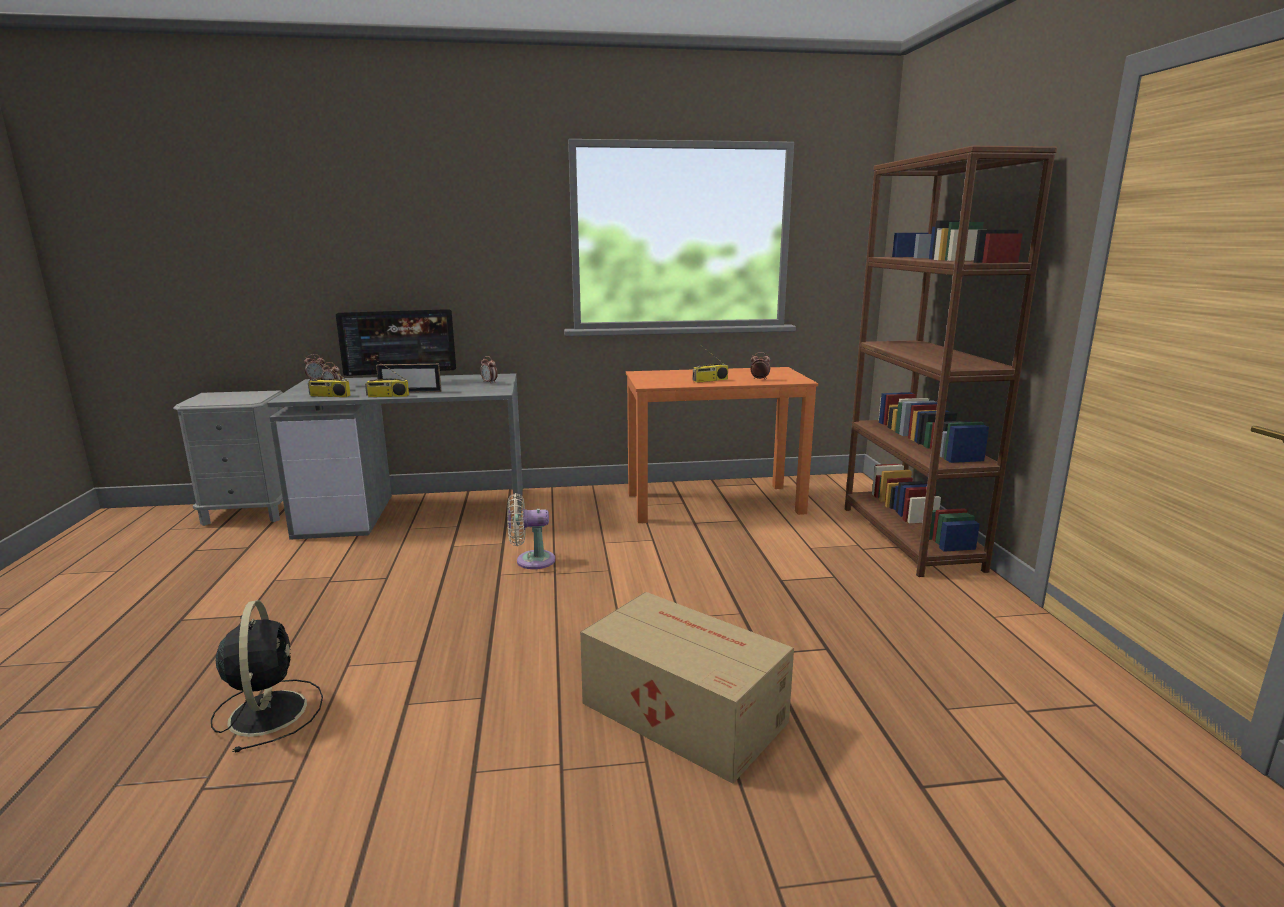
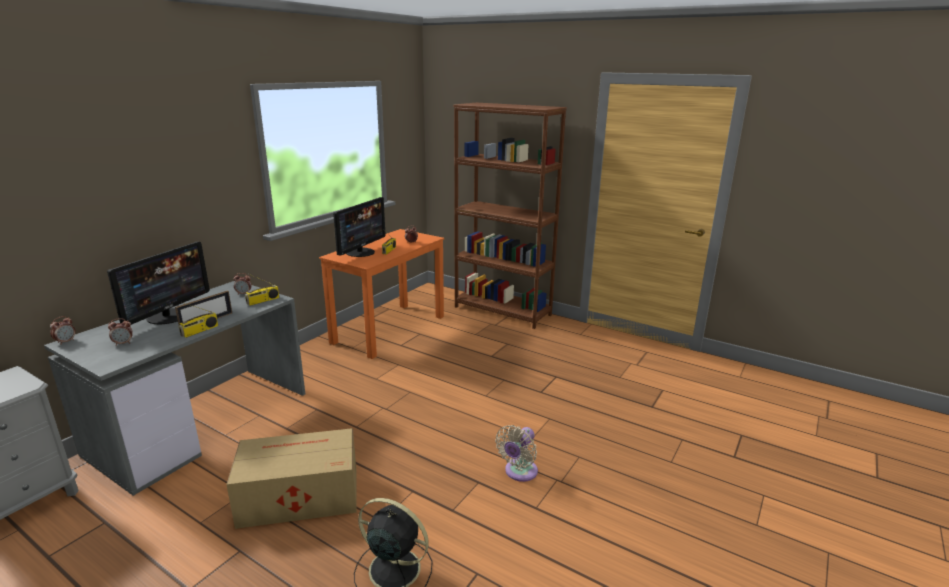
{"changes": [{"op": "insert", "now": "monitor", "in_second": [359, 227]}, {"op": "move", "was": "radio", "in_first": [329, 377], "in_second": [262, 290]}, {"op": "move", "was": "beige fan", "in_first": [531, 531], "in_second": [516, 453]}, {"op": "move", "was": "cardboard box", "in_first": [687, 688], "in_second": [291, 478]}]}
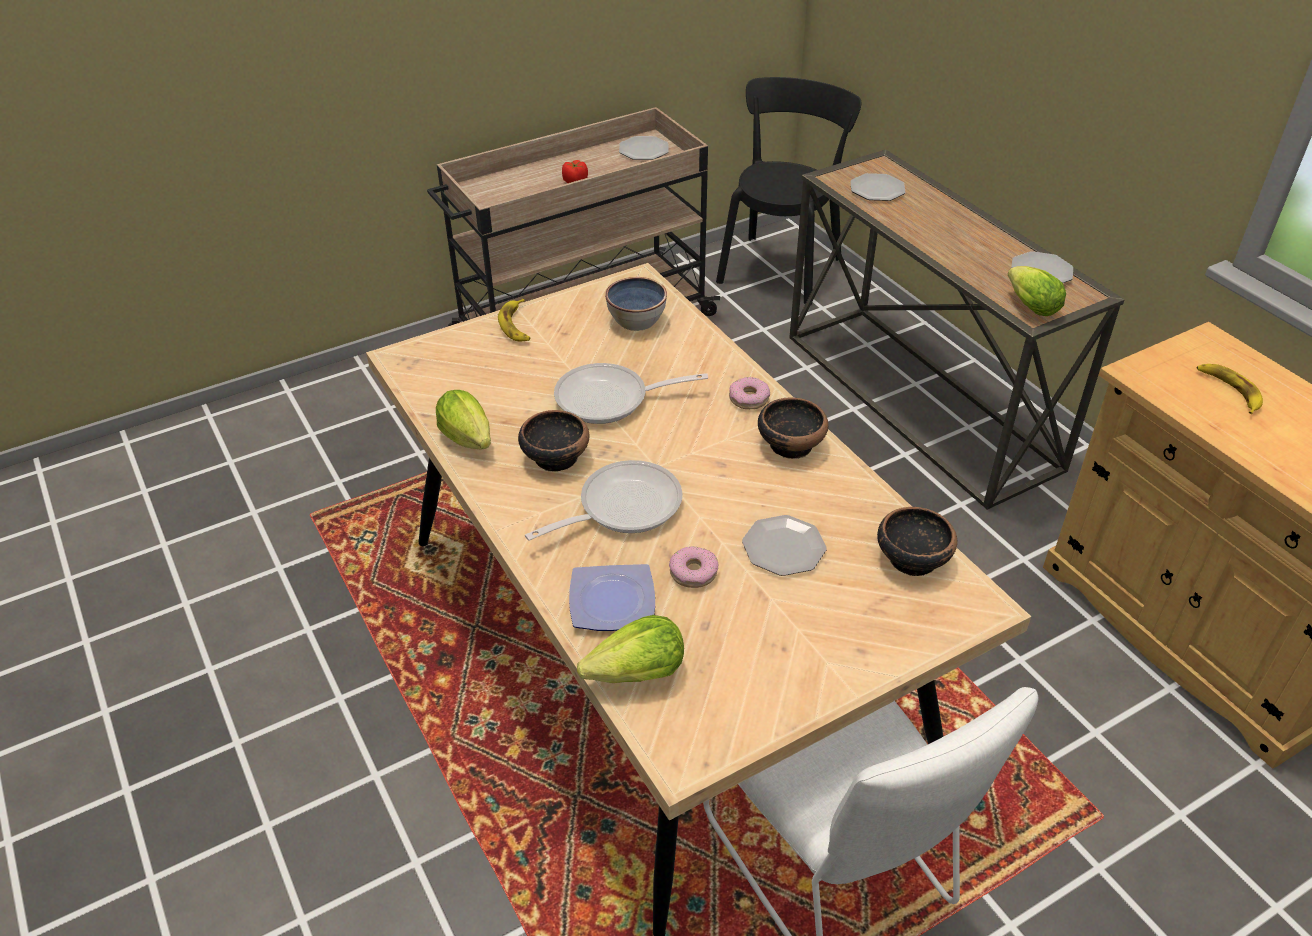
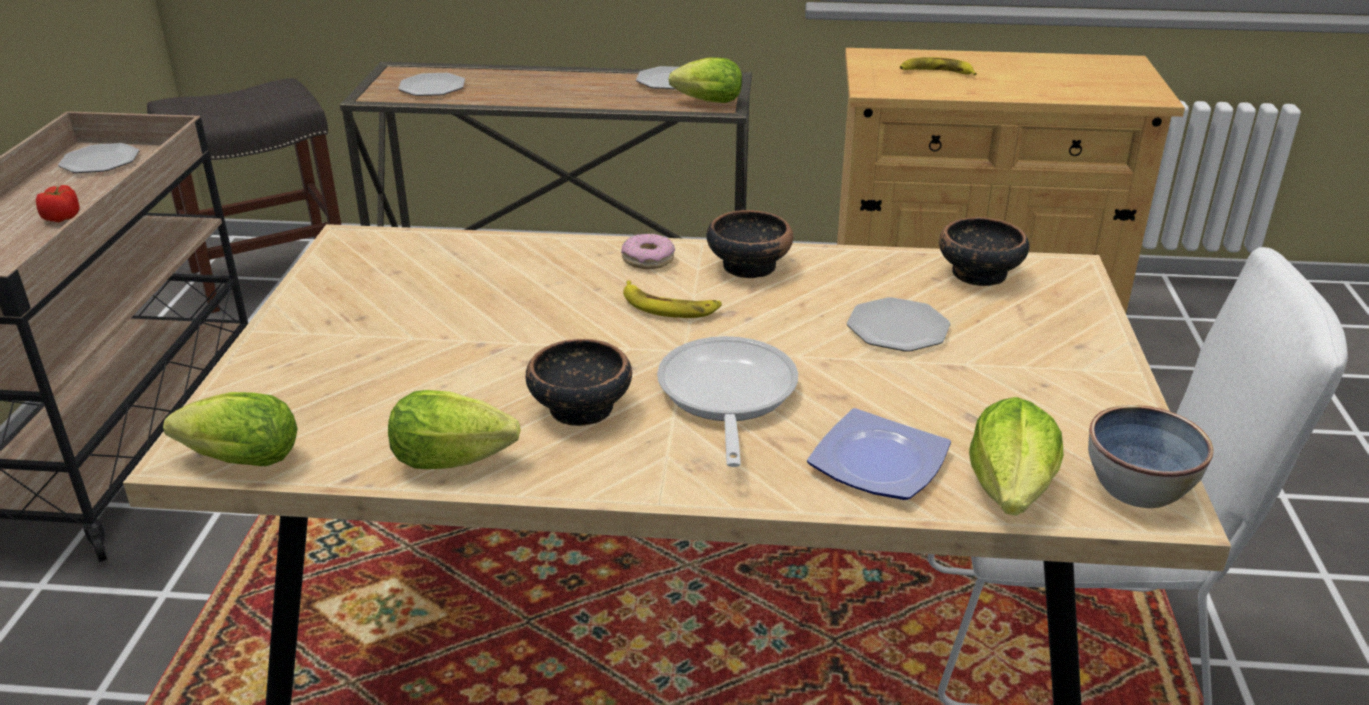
{"changes": [{"op": "delete", "was": "frying pan", "in_first": [631, 393]}, {"op": "delete", "was": "donut", "in_first": [693, 567]}, {"op": "insert", "now": "lettuce", "in_second": [230, 429]}, {"op": "move", "was": "banana", "in_first": [514, 320], "in_second": [672, 299]}, {"op": "move", "was": "bowl", "in_first": [636, 304], "in_second": [1151, 456]}, {"op": "replace", "was": "black chair", "now": "grey stool", "in_first": [789, 191], "in_second": [244, 195]}]}
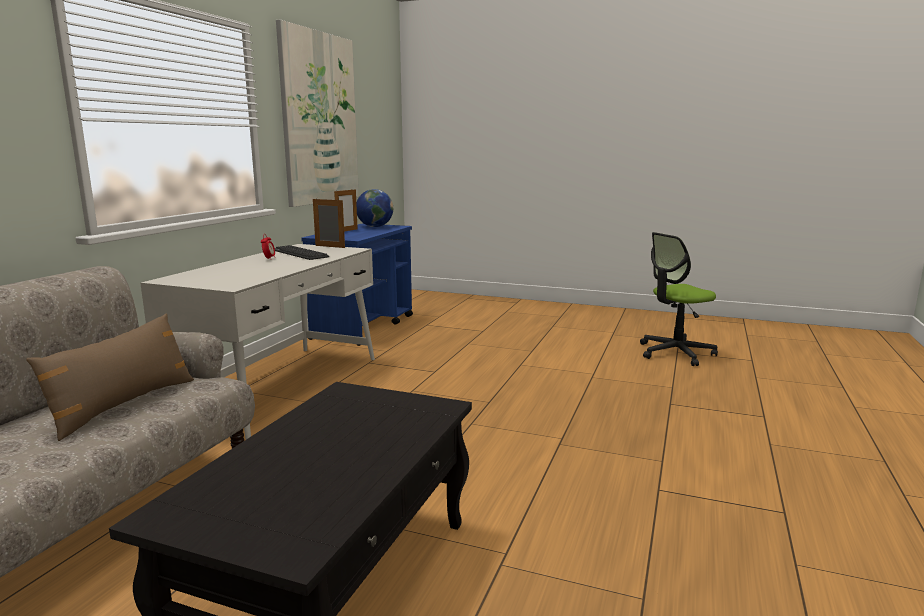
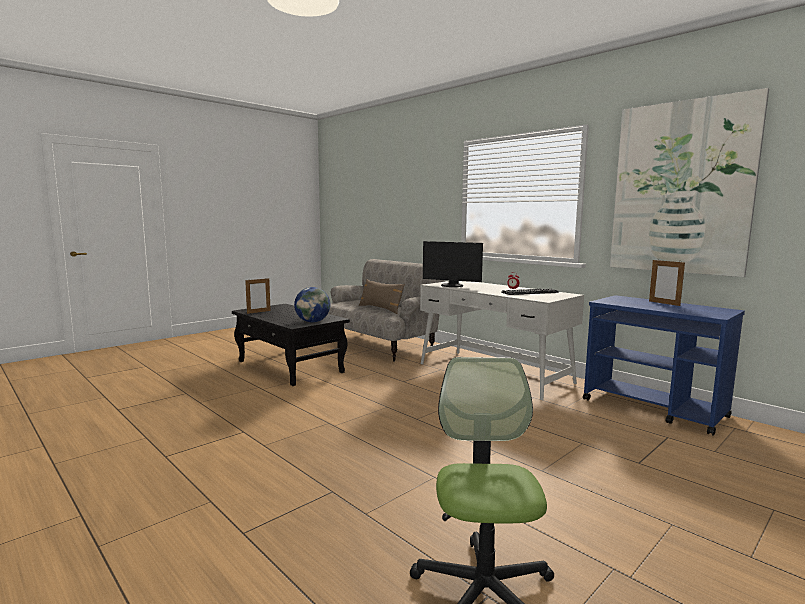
{"changes": [{"op": "insert", "now": "monitor", "in_second": [453, 264]}, {"op": "move", "was": "picture frame", "in_first": [329, 223], "in_second": [258, 296]}, {"op": "move", "was": "globe", "in_first": [374, 208], "in_second": [312, 304]}]}
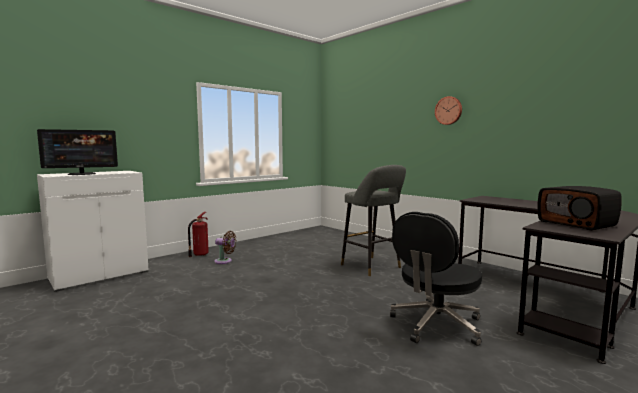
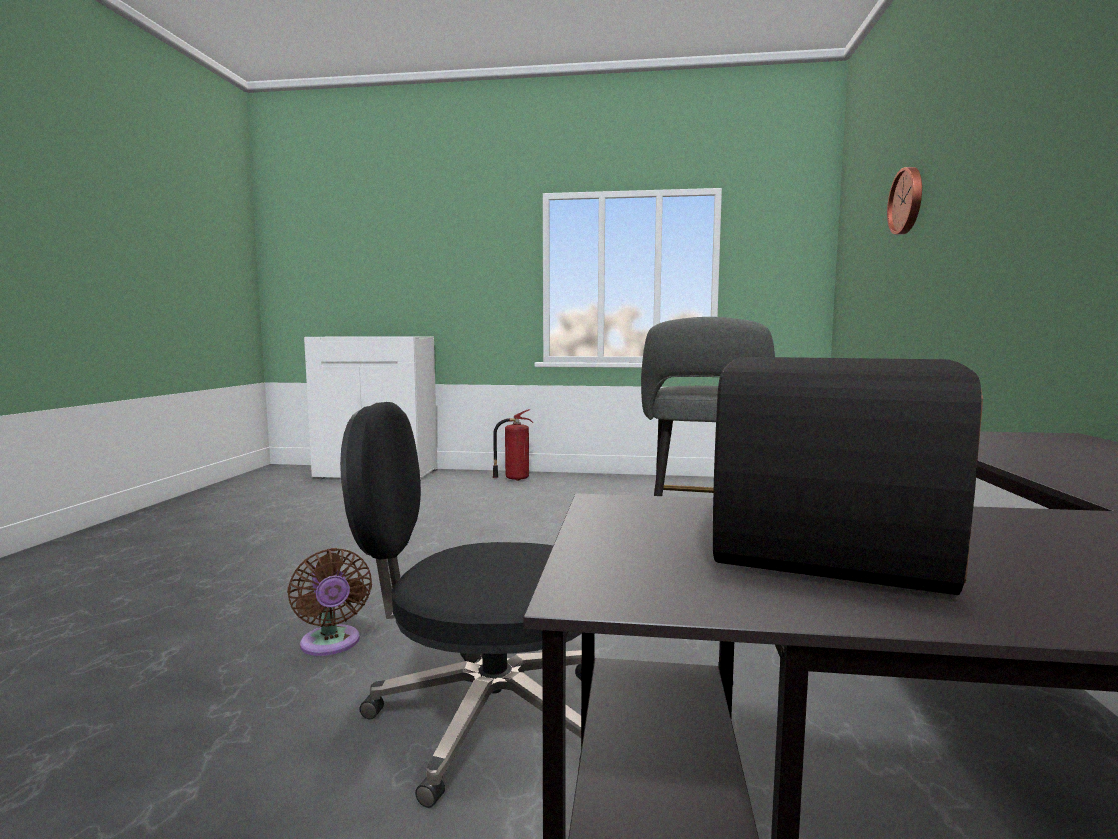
{"changes": [{"op": "delete", "was": "monitor", "in_first": [77, 152]}, {"op": "move", "was": "brown fan", "in_first": [225, 247], "in_second": [329, 602]}, {"op": "move", "was": "wall clock", "in_first": [448, 110], "in_second": [904, 201]}]}
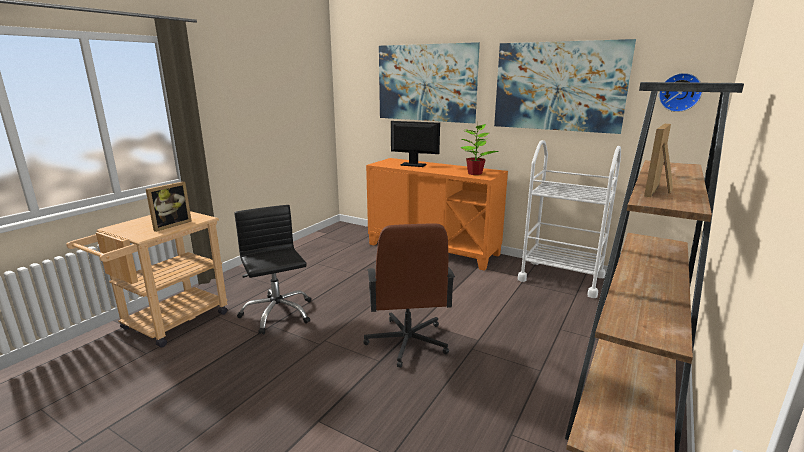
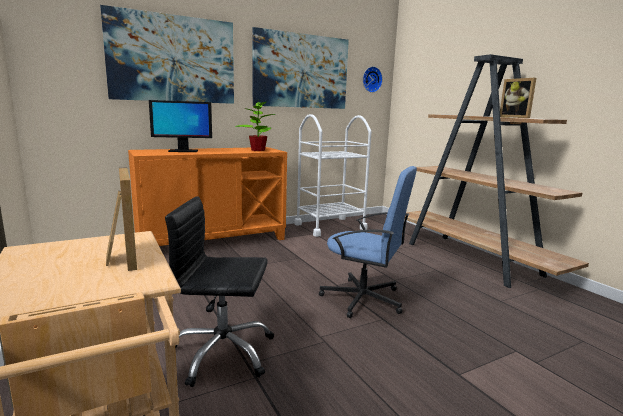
{"changes": [{"op": "recolor", "was": "brown office chair", "now": "blue office chair", "in_first": [409, 295], "in_second": [368, 242]}, {"op": "rotate", "was": "monitor", "in_first": [415, 144], "in_second": [180, 126], "clockwise": -150}]}
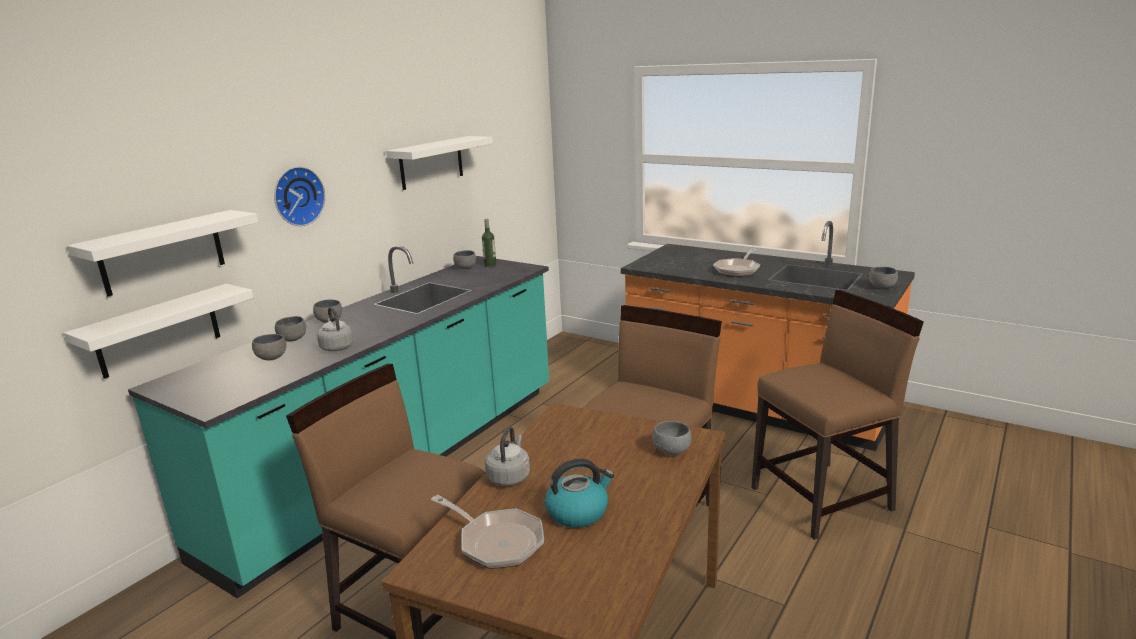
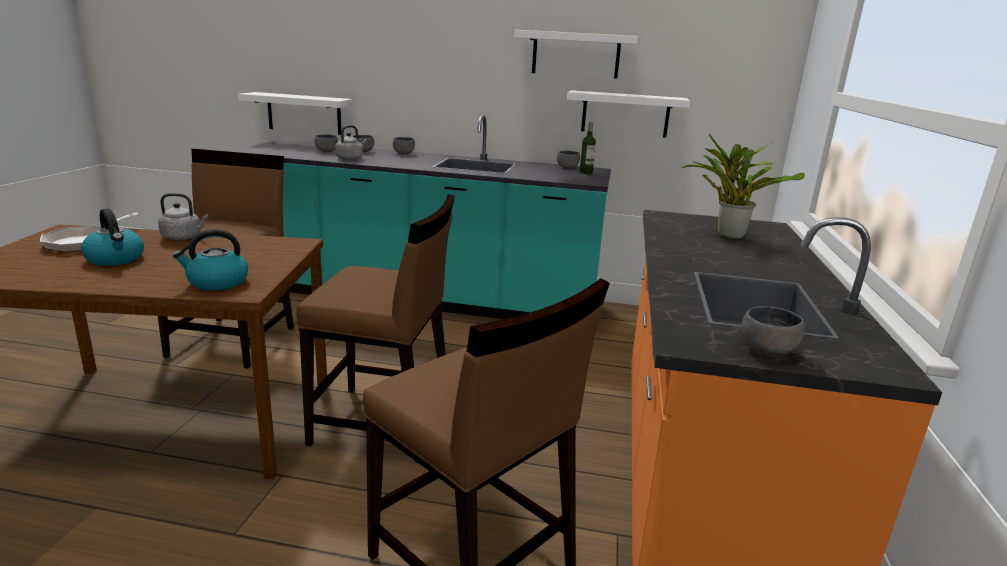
{"changes": [{"op": "delete", "was": "wall clock", "in_first": [299, 196]}, {"op": "delete", "was": "frying pan", "in_first": [736, 262]}, {"op": "insert", "now": "potted plant", "in_second": [743, 186]}, {"op": "move", "was": "white shelf", "in_first": [162, 253], "in_second": [628, 114]}, {"op": "replace", "was": "grey bowl", "now": "kettle", "in_first": [672, 438], "in_second": [210, 260]}]}
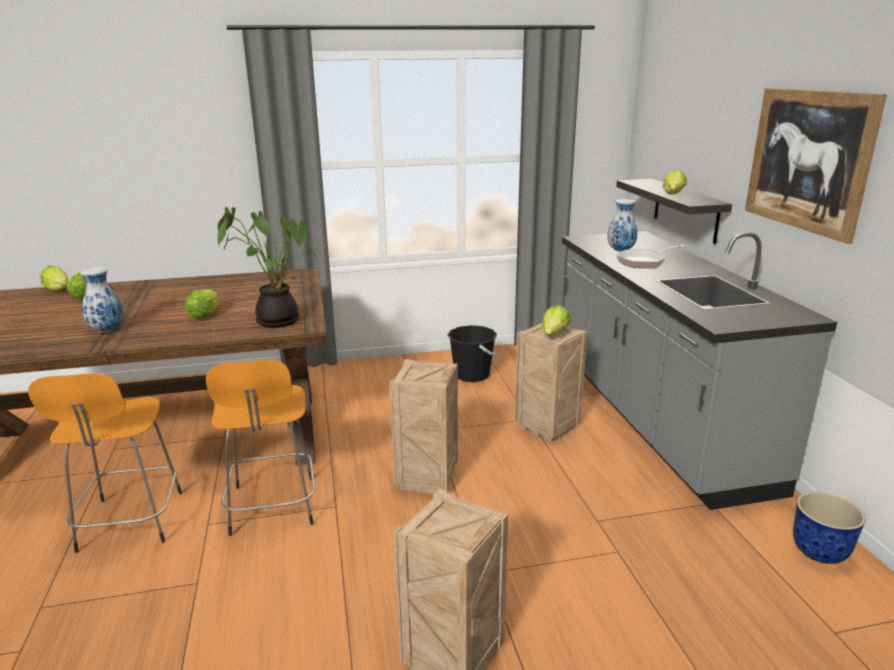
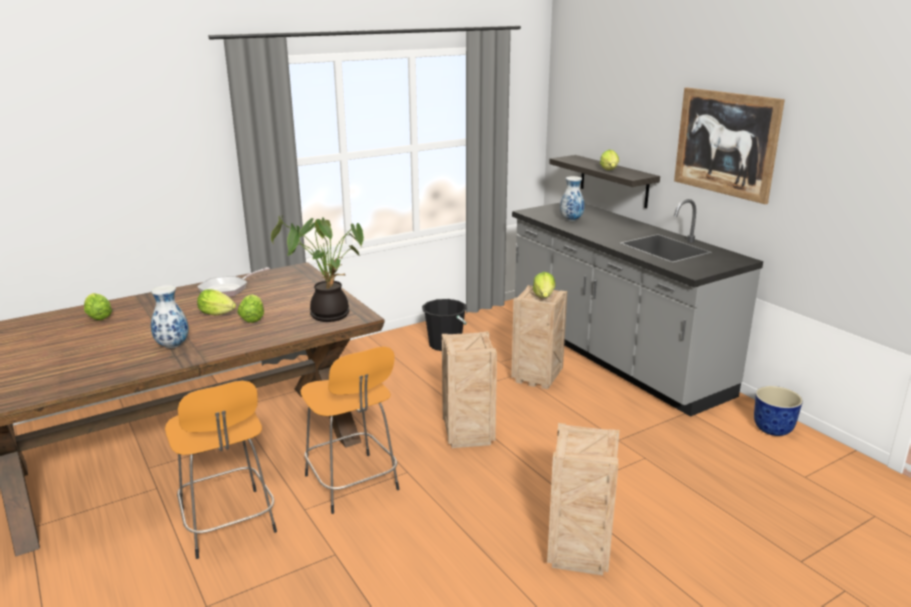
{"changes": [{"op": "move", "was": "lettuce", "in_first": [54, 278], "in_second": [216, 302]}, {"op": "move", "was": "frying pan", "in_first": [651, 256], "in_second": [233, 282]}]}
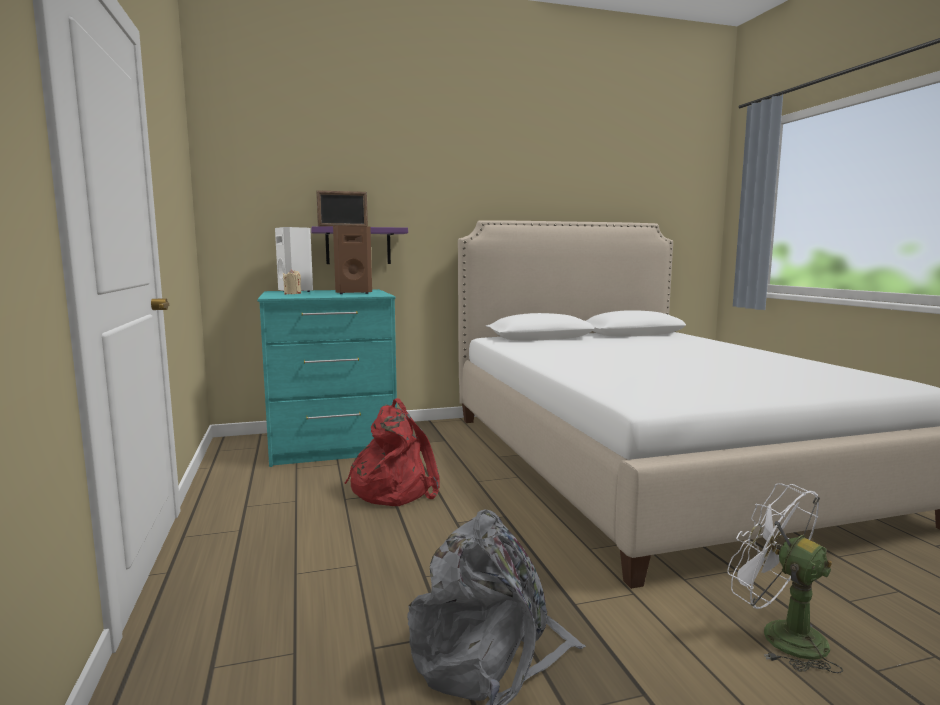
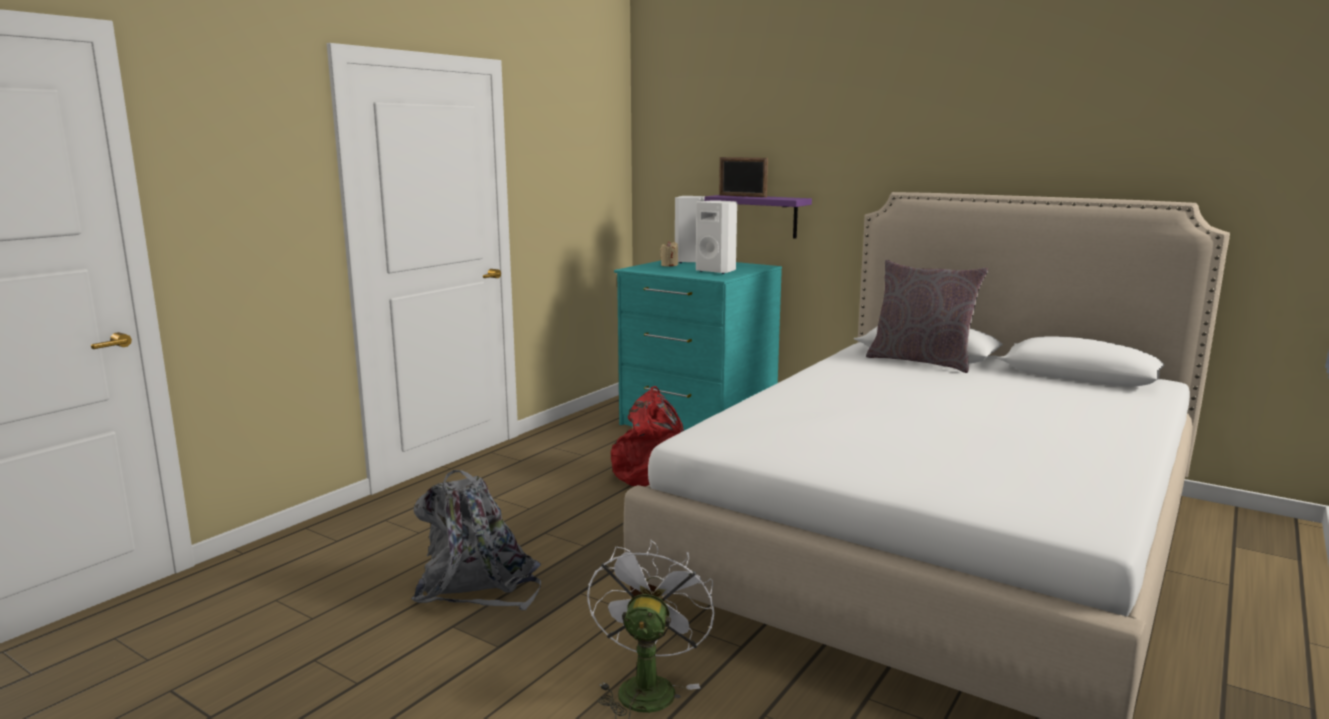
{"changes": [{"op": "insert", "now": "grey pillow", "in_second": [927, 316]}, {"op": "recolor", "was": "brown speaker", "now": "white speaker", "in_first": [352, 260], "in_second": [716, 237]}]}
